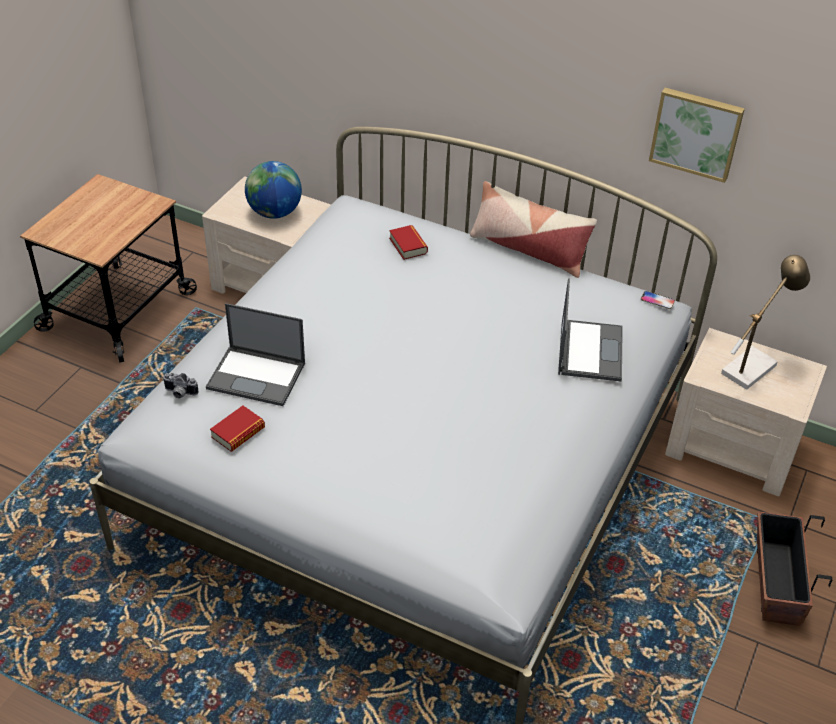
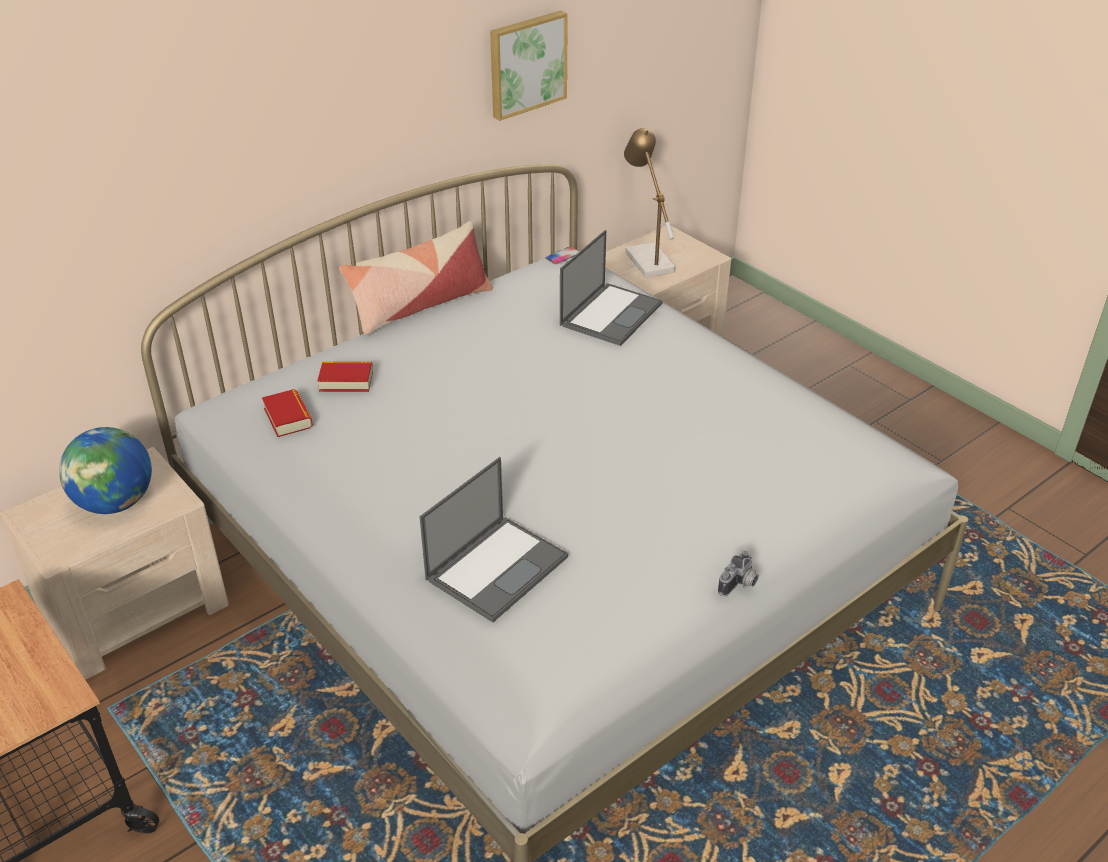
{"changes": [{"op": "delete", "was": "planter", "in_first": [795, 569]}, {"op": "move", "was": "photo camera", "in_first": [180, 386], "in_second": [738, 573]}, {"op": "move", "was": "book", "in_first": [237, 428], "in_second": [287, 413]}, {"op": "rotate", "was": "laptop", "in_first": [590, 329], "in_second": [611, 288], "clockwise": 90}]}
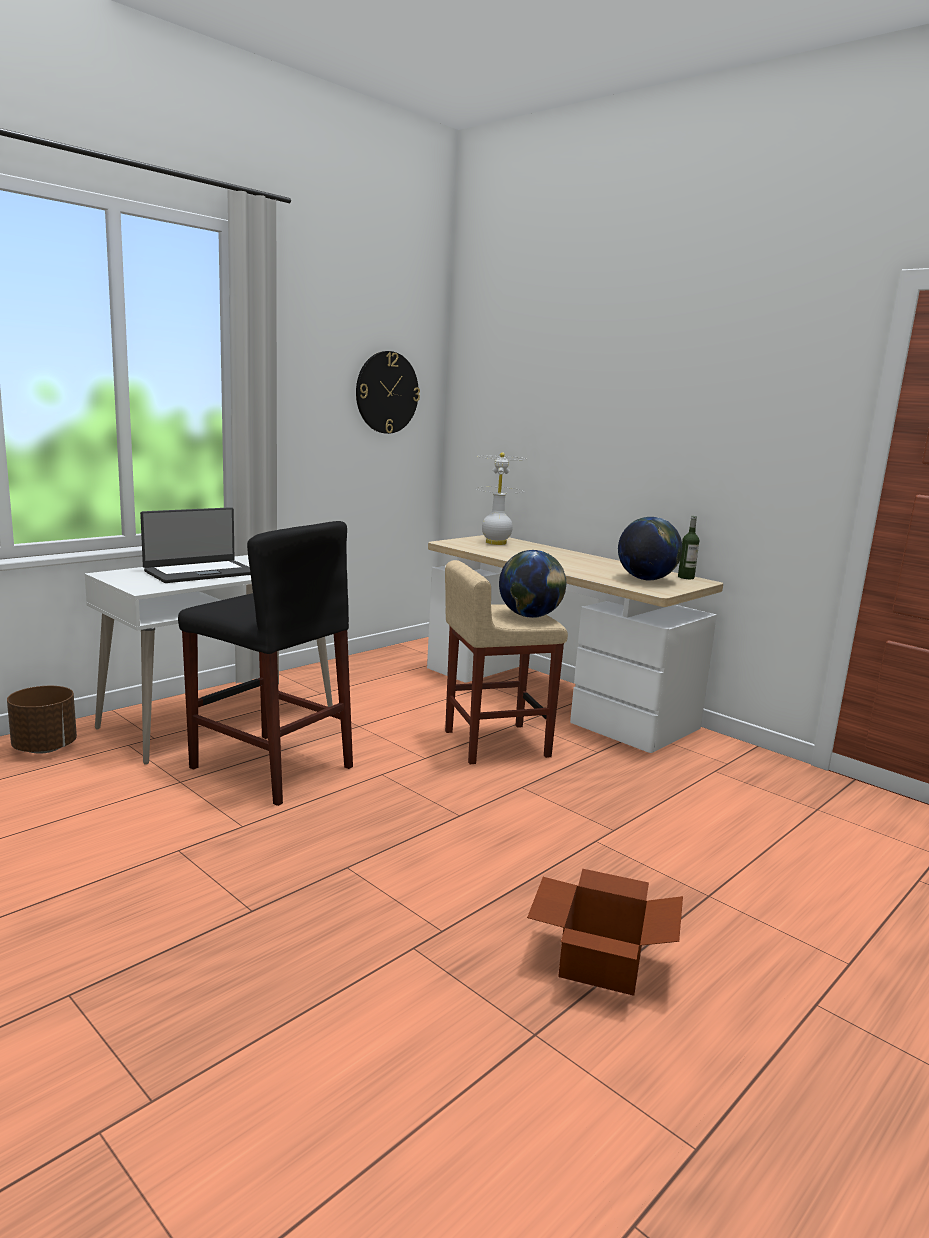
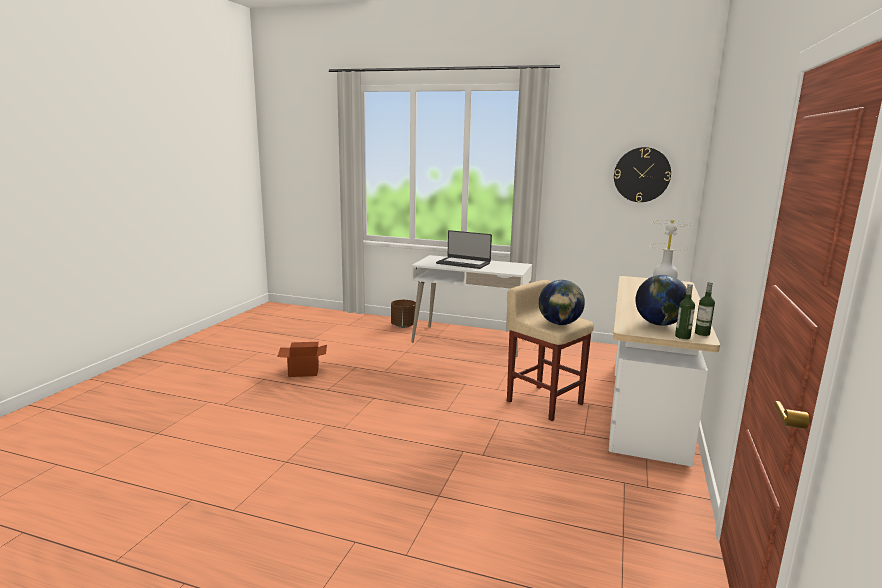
{"changes": [{"op": "delete", "was": "black stool", "in_first": [265, 663]}, {"op": "insert", "now": "bottle", "in_second": [685, 311]}, {"op": "move", "was": "cardboard box", "in_first": [605, 932], "in_second": [302, 359]}]}
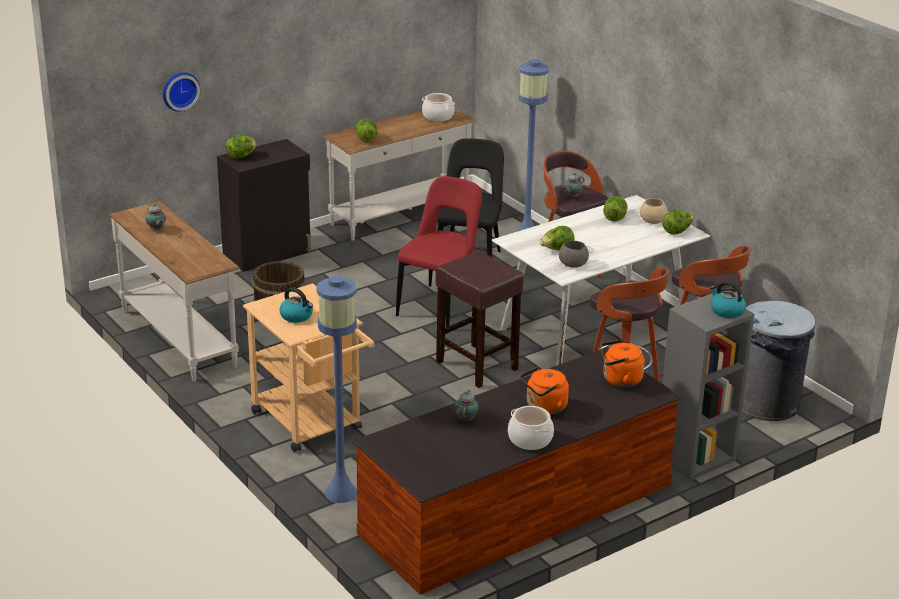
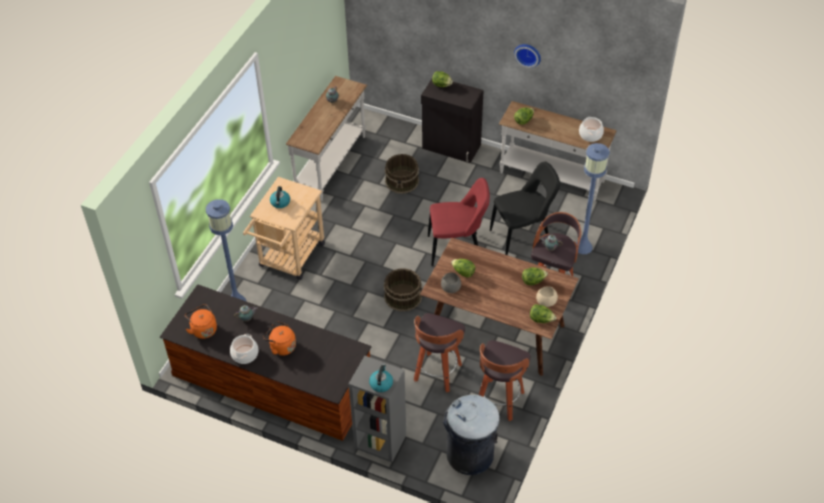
{"changes": [{"op": "move", "was": "wall clock", "in_first": [181, 91], "in_second": [527, 56]}, {"op": "move", "was": "orange kettle", "in_first": [622, 363], "in_second": [201, 321]}, {"op": "replace", "was": "brown stool", "now": "brown bucket", "in_first": [480, 319], "in_second": [403, 290]}, {"op": "recolor", "was": "white dining table", "now": "brown dining table", "in_first": [601, 280], "in_second": [499, 306]}]}
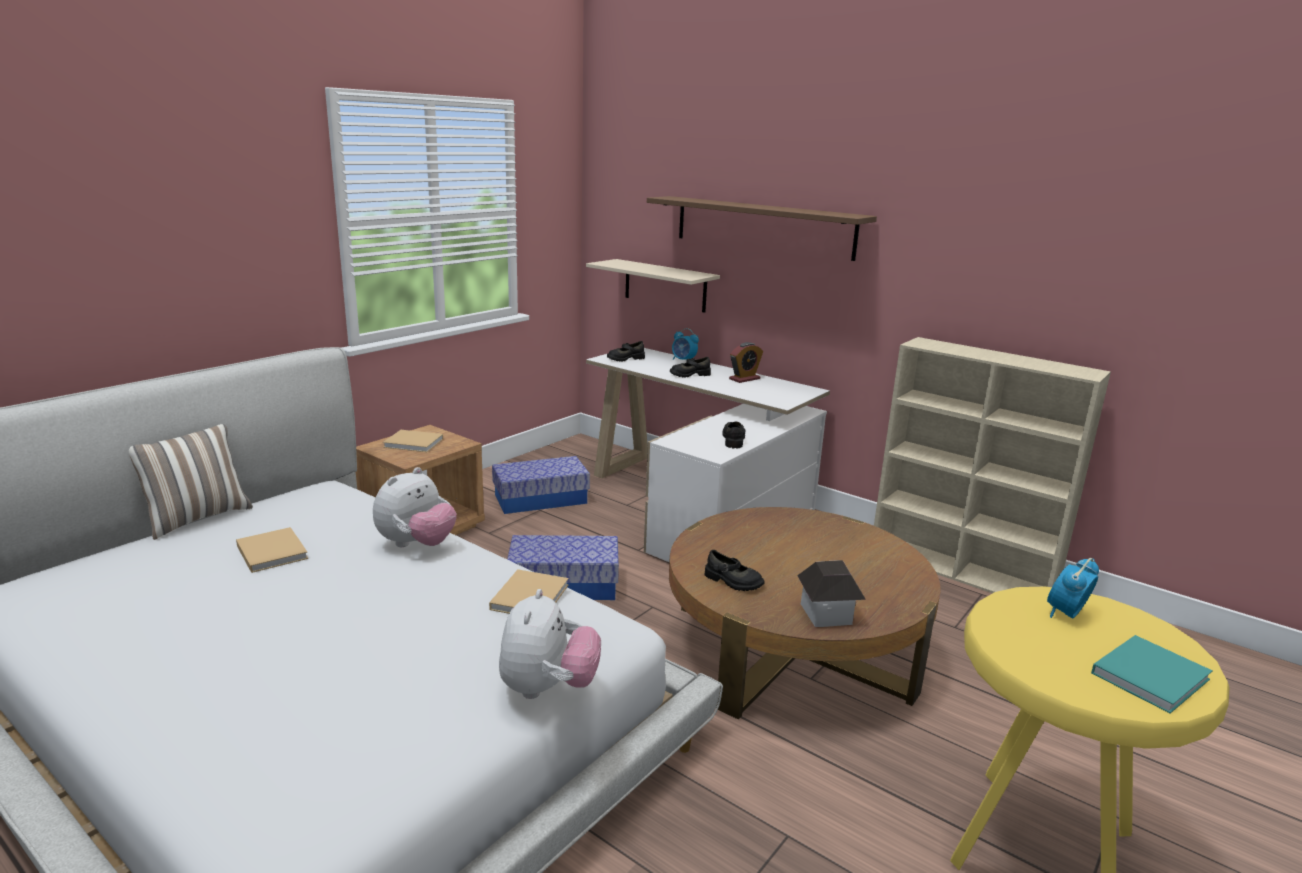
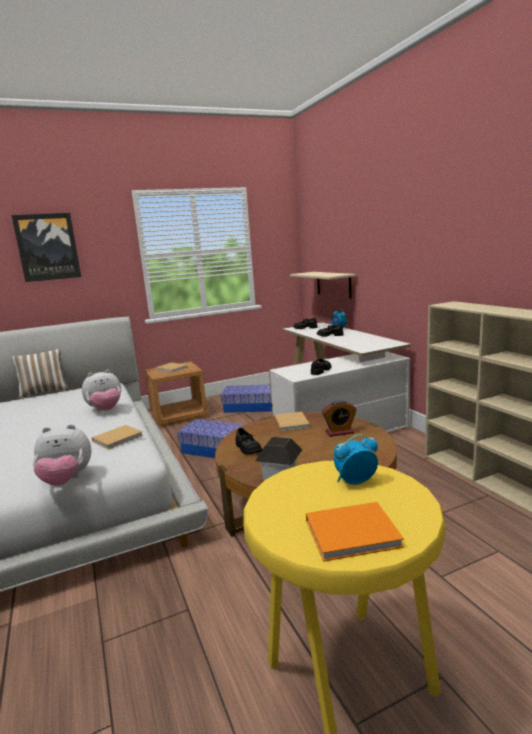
{"changes": [{"op": "delete", "was": "brown shelf", "in_first": [762, 228]}, {"op": "insert", "now": "picture", "in_second": [46, 247]}, {"op": "move", "was": "beige book", "in_first": [272, 550], "in_second": [292, 422]}, {"op": "move", "was": "alarm clock", "in_first": [746, 362], "in_second": [339, 418]}, {"op": "recolor", "was": "turquoise book", "now": "orange book", "in_first": [1152, 674], "in_second": [355, 532]}, {"op": "rotate", "was": "plush toy", "in_first": [550, 644], "in_second": [62, 455], "clockwise": 45}]}
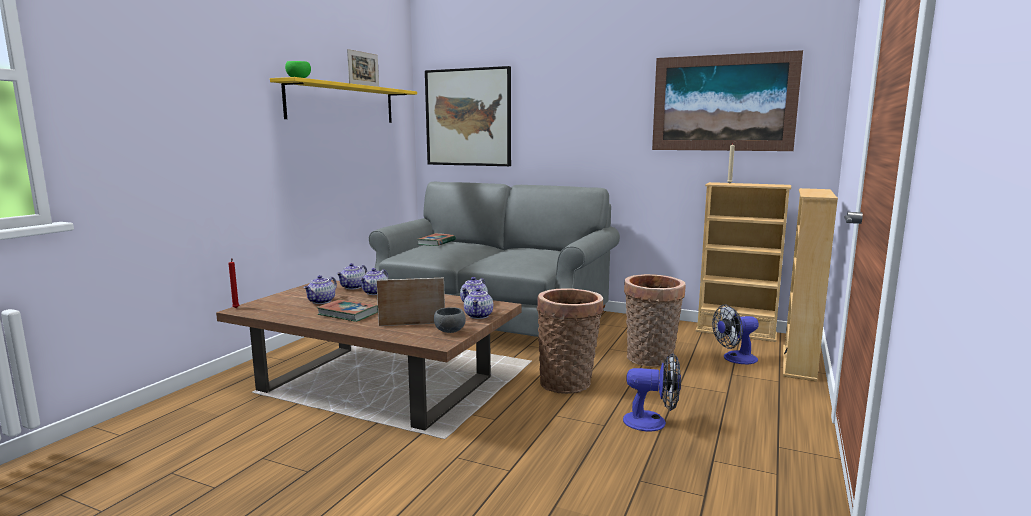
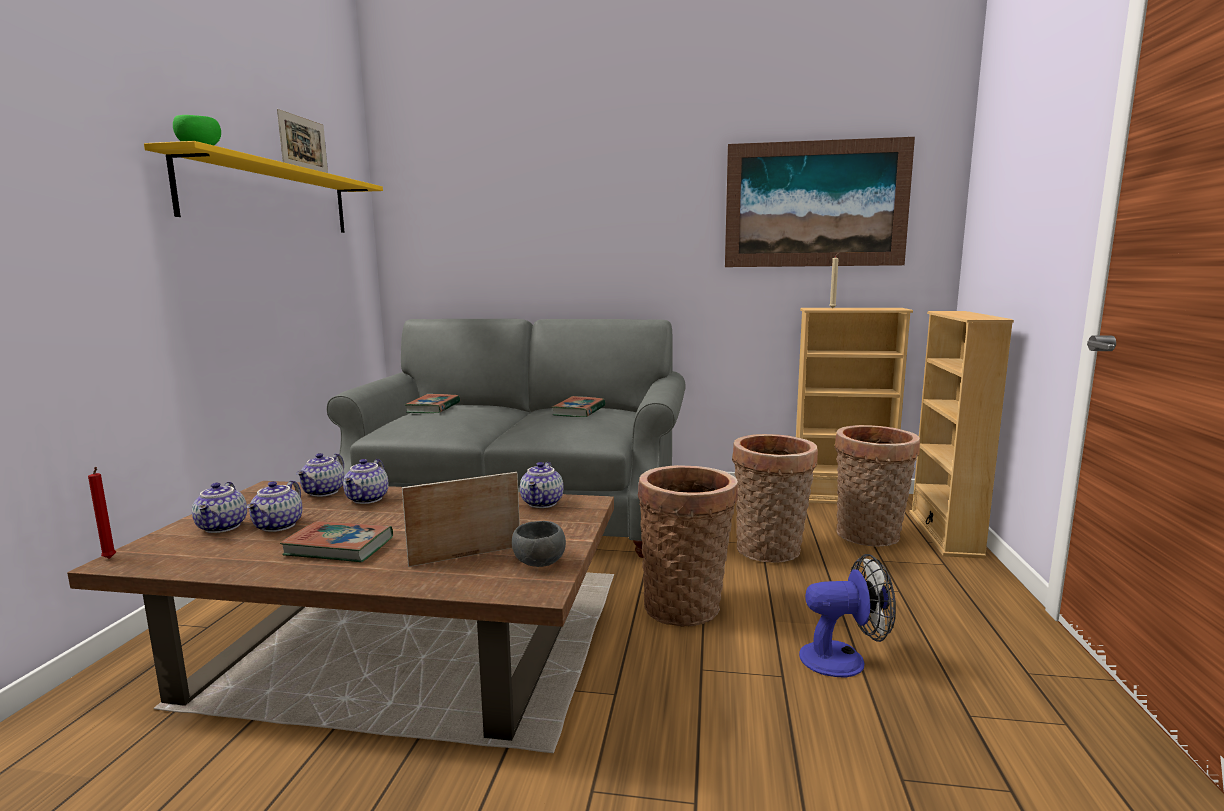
{"changes": [{"op": "delete", "was": "picture", "in_first": [468, 116]}, {"op": "insert", "now": "book", "in_second": [579, 406]}, {"op": "move", "was": "teapot", "in_first": [478, 303], "in_second": [219, 507]}, {"op": "replace", "was": "fan", "now": "basket", "in_first": [735, 334], "in_second": [877, 485]}]}
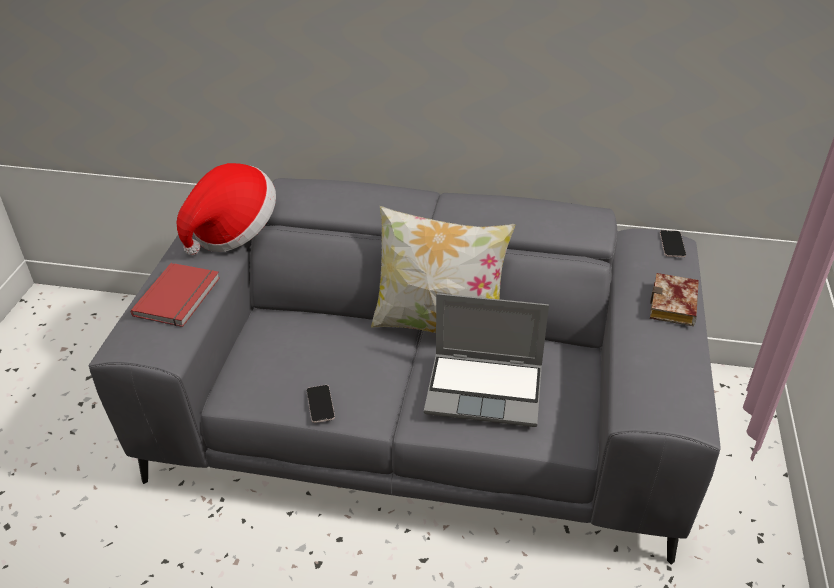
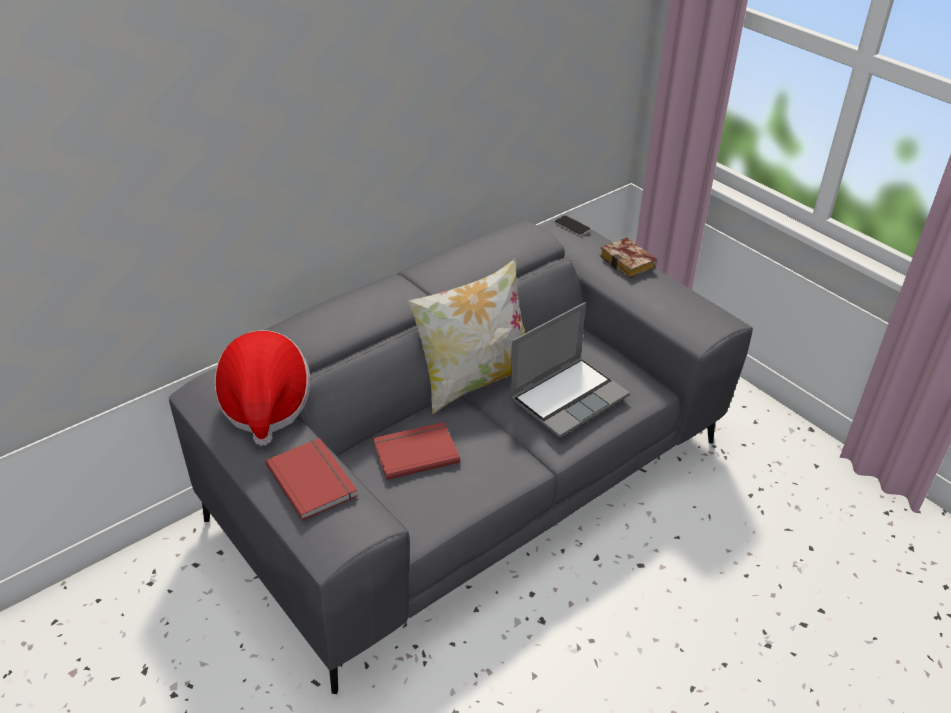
{"changes": [{"op": "delete", "was": "phone", "in_first": [321, 404]}, {"op": "insert", "now": "red book", "in_second": [416, 451]}]}
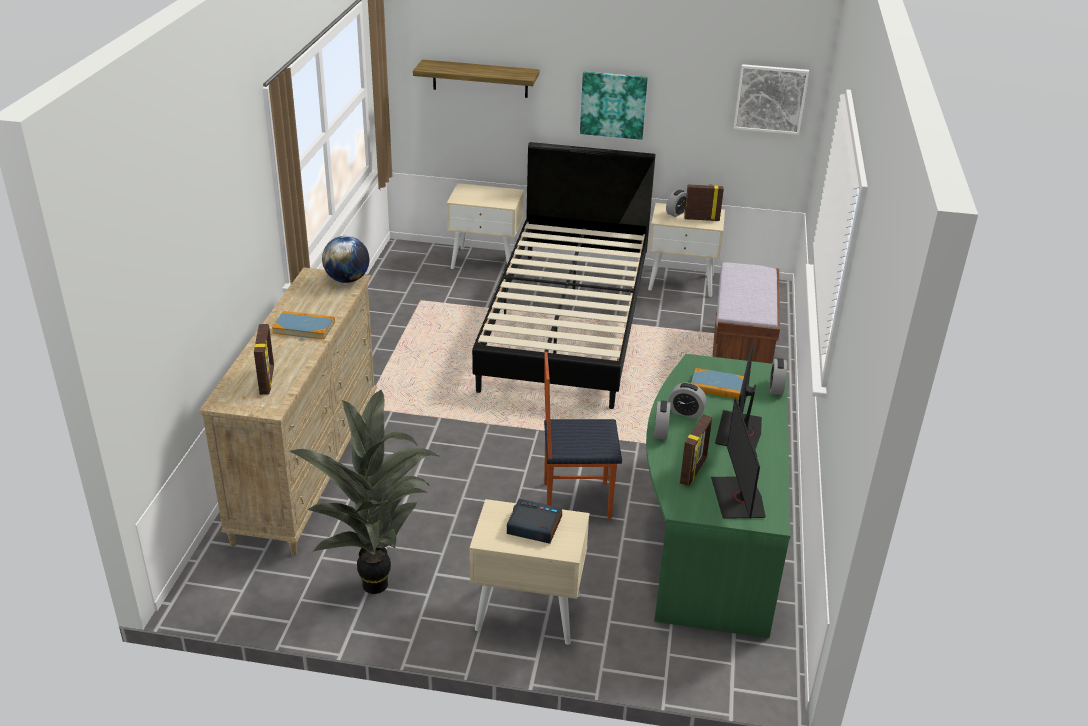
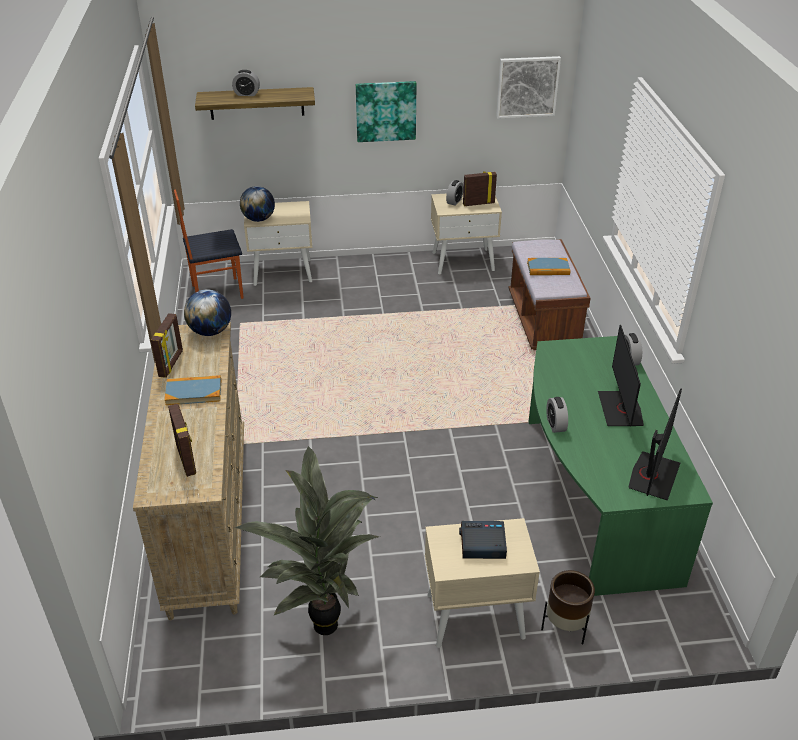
{"changes": [{"op": "delete", "was": "black bed", "in_first": [564, 275]}, {"op": "insert", "now": "globe", "in_second": [257, 204]}, {"op": "insert", "now": "brown planter", "in_second": [568, 607]}, {"op": "move", "was": "chair", "in_first": [583, 435], "in_second": [209, 244]}, {"op": "move", "was": "alarm clock", "in_first": [687, 400], "in_second": [246, 83]}, {"op": "move", "was": "picture frame", "in_first": [696, 450], "in_second": [167, 345]}, {"op": "move", "was": "book", "in_first": [717, 383], "in_second": [549, 266]}, {"op": "rotate", "was": "monitor", "in_first": [738, 458], "in_second": [655, 444], "clockwise": -135}]}
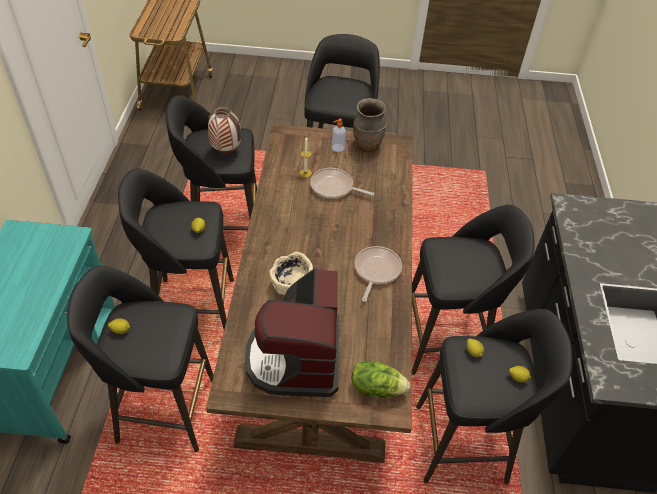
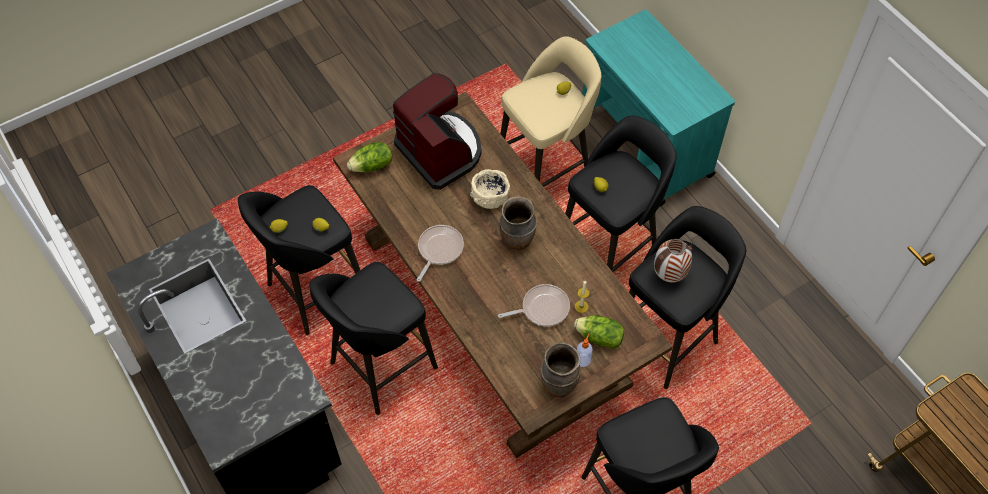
{"changes": [{"op": "insert", "now": "brown vase", "in_second": [518, 223]}, {"op": "insert", "now": "lettuce", "in_second": [599, 332]}, {"op": "recolor", "was": "black stool", "now": "beige stool", "in_first": [140, 359], "in_second": [550, 111]}, {"op": "rotate", "was": "frying pan", "in_first": [378, 274], "in_second": [440, 253], "clockwise": -135}]}
